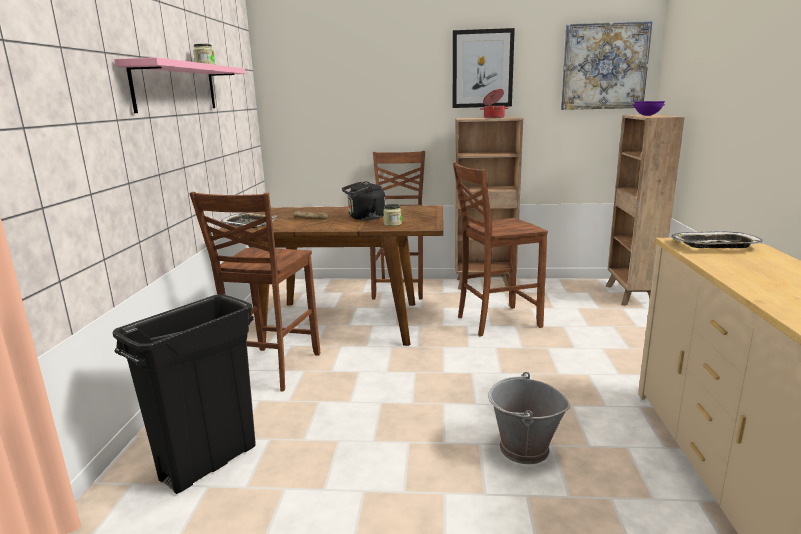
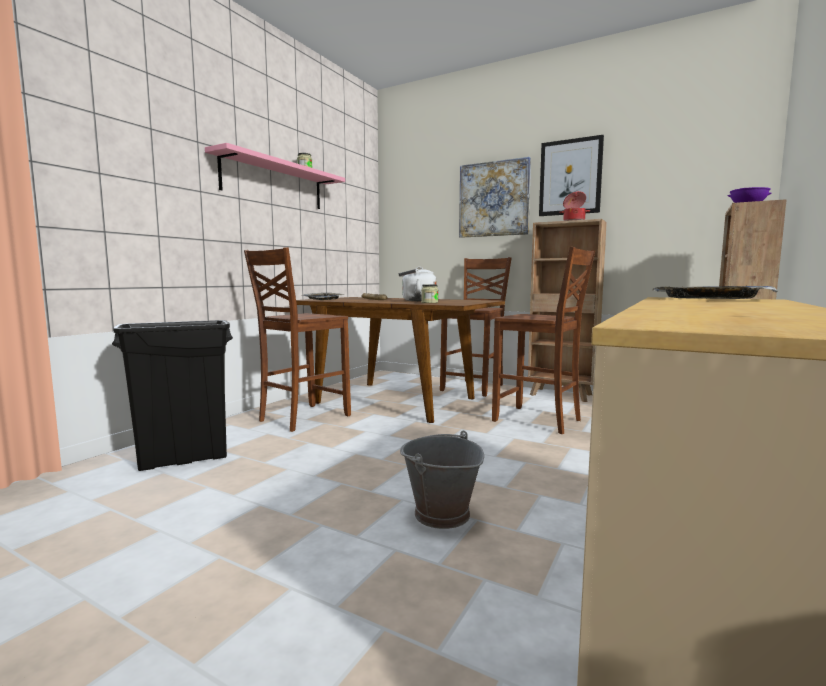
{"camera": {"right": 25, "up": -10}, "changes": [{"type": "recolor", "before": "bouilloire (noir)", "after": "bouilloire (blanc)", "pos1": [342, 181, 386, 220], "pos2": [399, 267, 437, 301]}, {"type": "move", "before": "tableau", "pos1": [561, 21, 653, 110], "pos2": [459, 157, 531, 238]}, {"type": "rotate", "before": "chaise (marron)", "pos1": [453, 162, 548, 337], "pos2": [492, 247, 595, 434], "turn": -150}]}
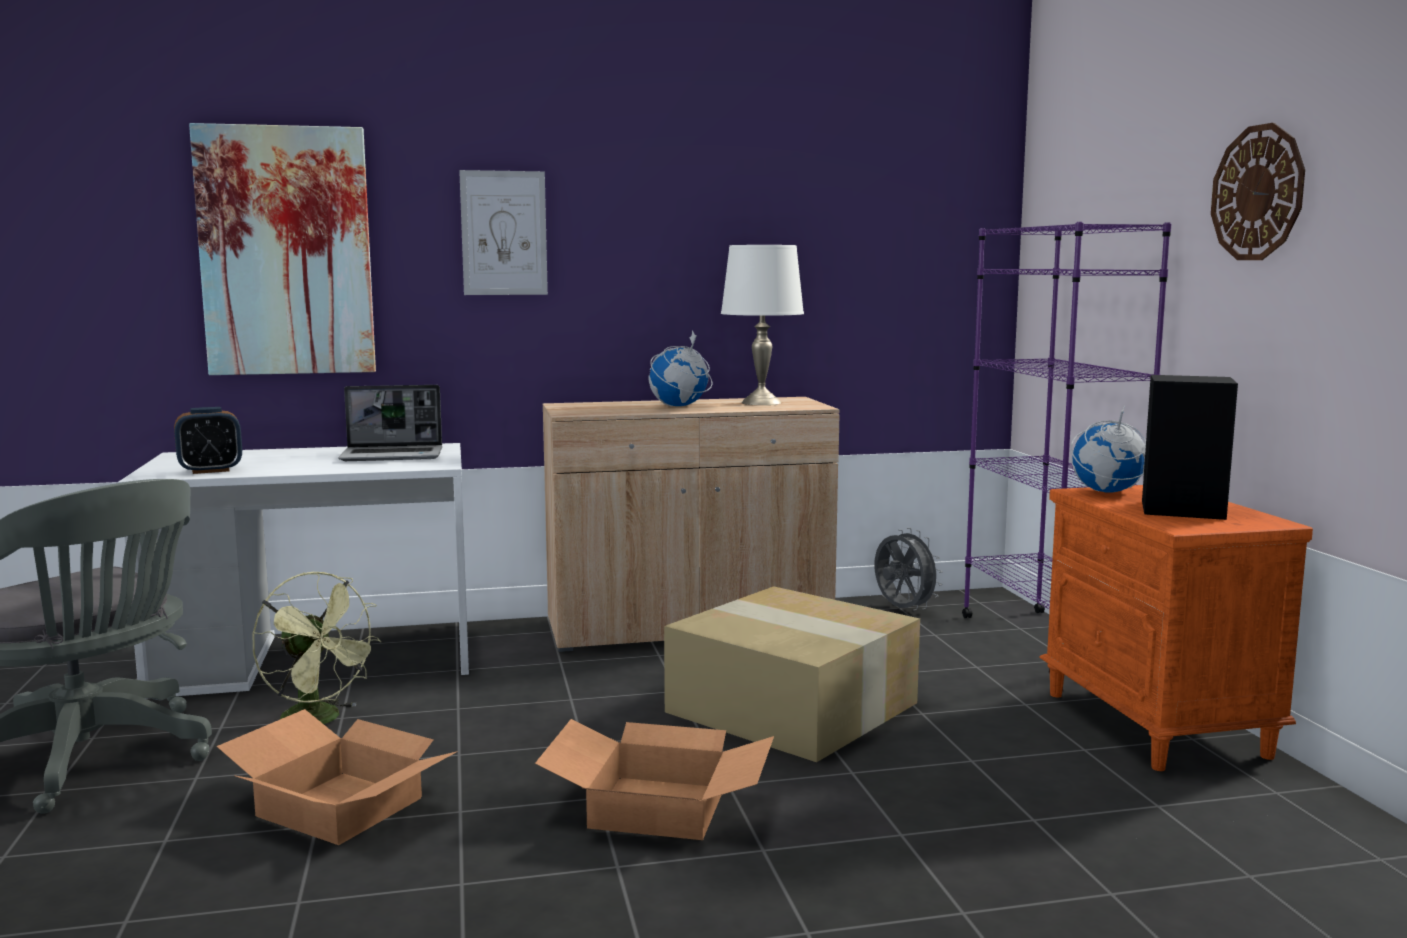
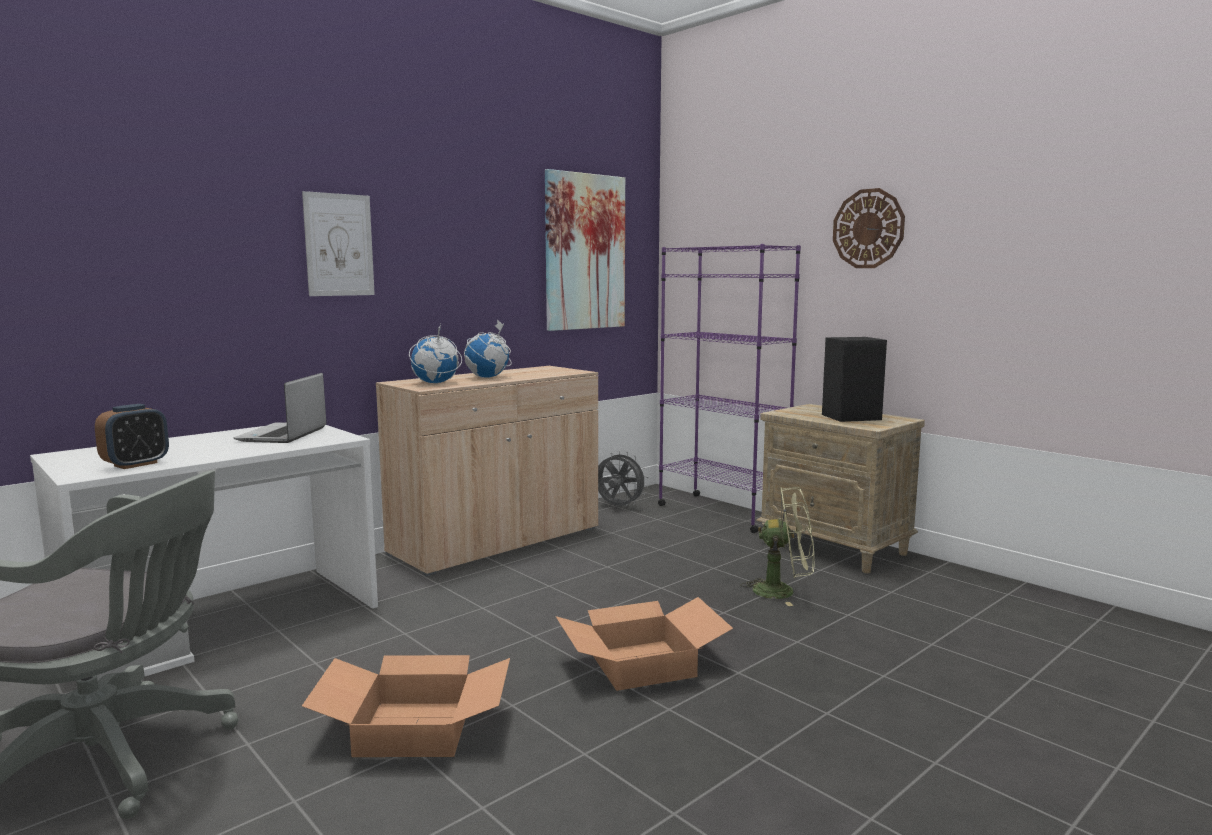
{"camera": {"right": -30, "up": 0}, "changes": [{"type": "rotate", "before": "ordinateur portable", "pos1": [338, 385, 442, 461], "pos2": [234, 373, 326, 443], "turn": 135}, {"type": "move", "before": "globe", "pos1": [1071, 405, 1146, 493], "pos2": [409, 324, 462, 383]}, {"type": "move", "before": "tableau", "pos1": [189, 123, 376, 375], "pos2": [545, 169, 625, 331]}, {"type": "move", "before": "ventilateur (vert)", "pos1": [252, 572, 381, 724], "pos2": [740, 487, 815, 606]}, {"type": "recolor", "before": "table de chevet (orange)", "after": "table de chevet (beige)", "pos1": [1039, 485, 1313, 771], "pos2": [756, 404, 925, 573]}, {"type": "delete", "before": "carton", "pos1": [664, 586, 920, 762]}, {"type": "delete", "before": "lampe de table (blanc)", "pos1": [721, 245, 804, 405]}]}
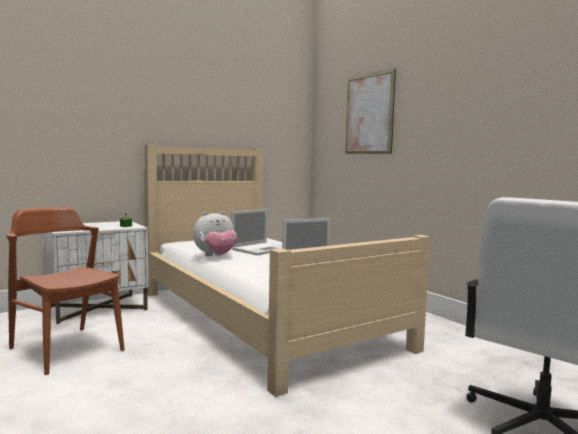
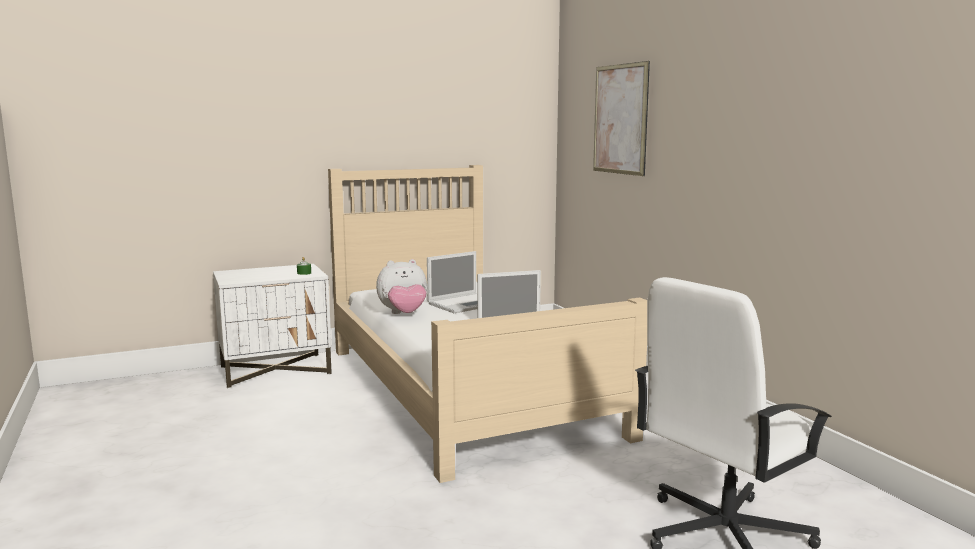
{"camera": {"right": 10, "up": 5}, "changes": [{"type": "delete", "before": "chaise (marron)", "pos1": [6, 207, 125, 375]}]}
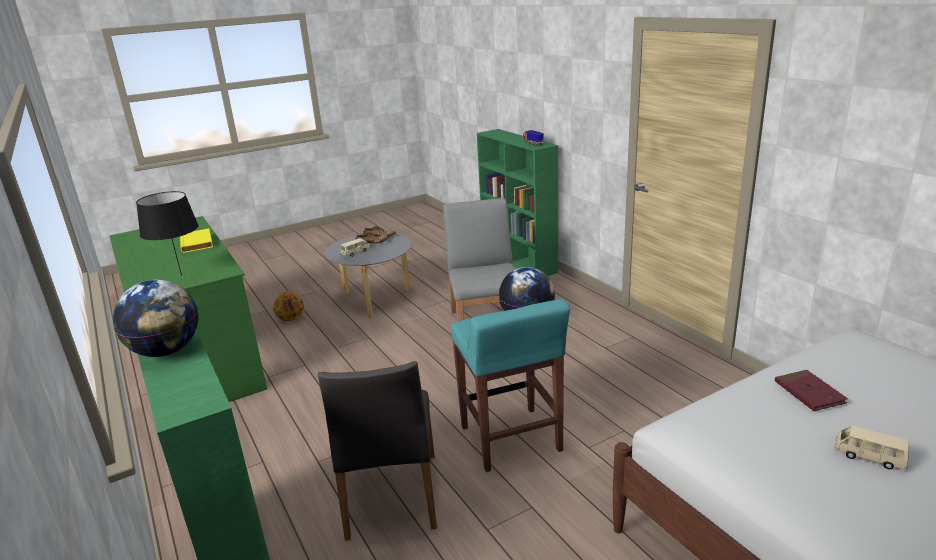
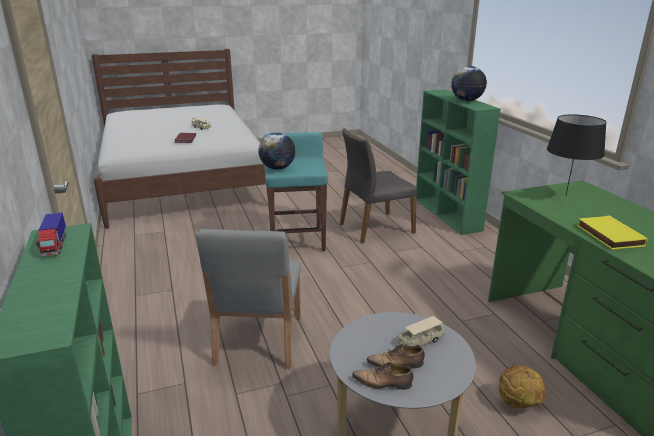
{"camera": {"right": -170, "up": 0}, "changes": [{"type": "rotate", "before": "chaise (gris)", "pos1": [318, 361, 437, 541], "pos2": [340, 128, 417, 243], "turn": -120}]}
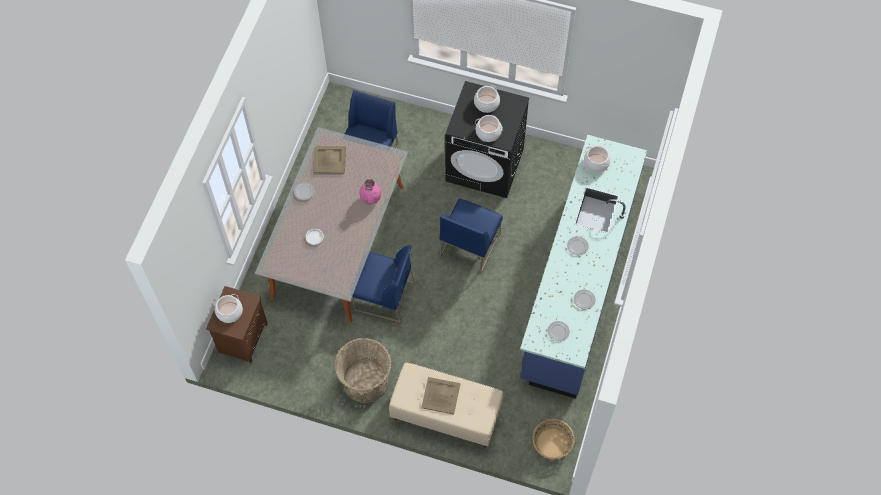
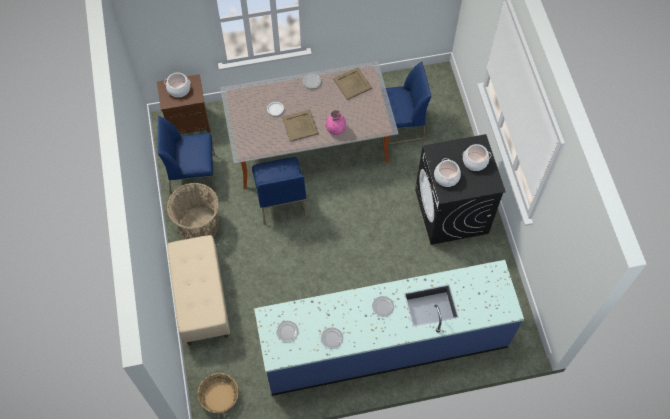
{"camera": {"right": 60, "up": 0}, "changes": [{"type": "move", "before": "chaise (bleu)", "pos1": [439, 198, 503, 275], "pos2": [158, 116, 216, 194]}, {"type": "move", "before": "plateau (beige)", "pos1": [421, 377, 461, 415], "pos2": [282, 110, 319, 142]}, {"type": "delete", "before": "marmite", "pos1": [584, 146, 611, 173]}]}
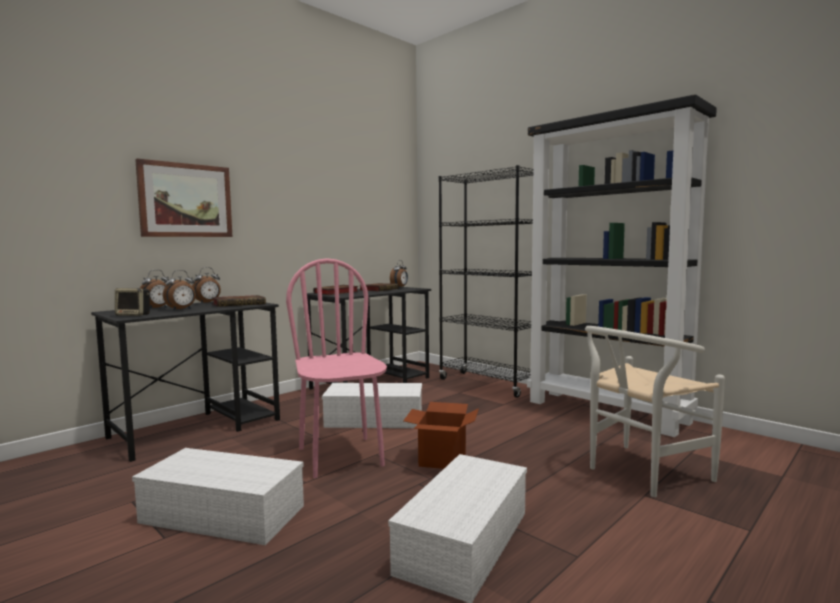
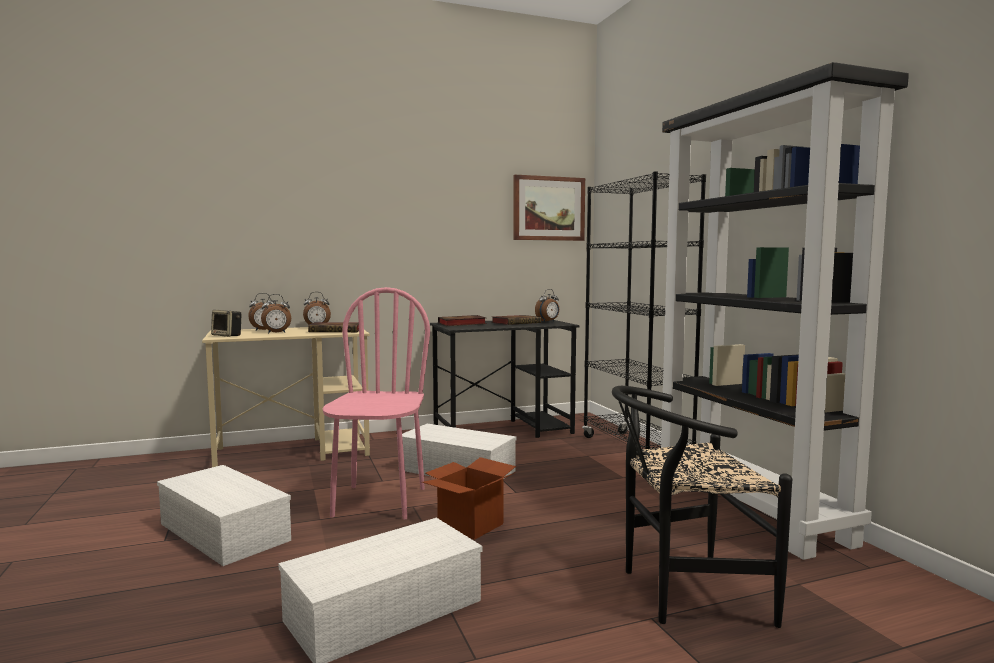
{"camera": {"right": 25, "up": 0}, "changes": [{"type": "recolor", "before": "bureau (noir)", "after": "bureau (beige)", "pos1": [91, 301, 280, 462], "pos2": [202, 327, 370, 467]}, {"type": "move", "before": "tableau", "pos1": [135, 158, 232, 237], "pos2": [513, 175, 585, 241]}, {"type": "recolor", "before": "chaise (blanc)", "after": "chaise (noir)", "pos1": [585, 326, 725, 497], "pos2": [612, 386, 792, 628]}]}
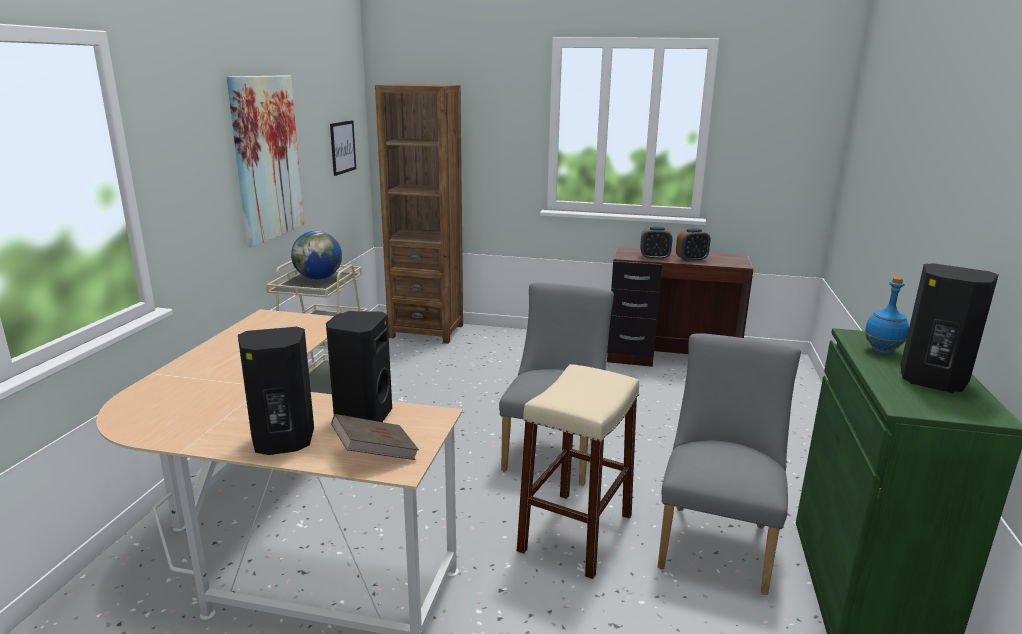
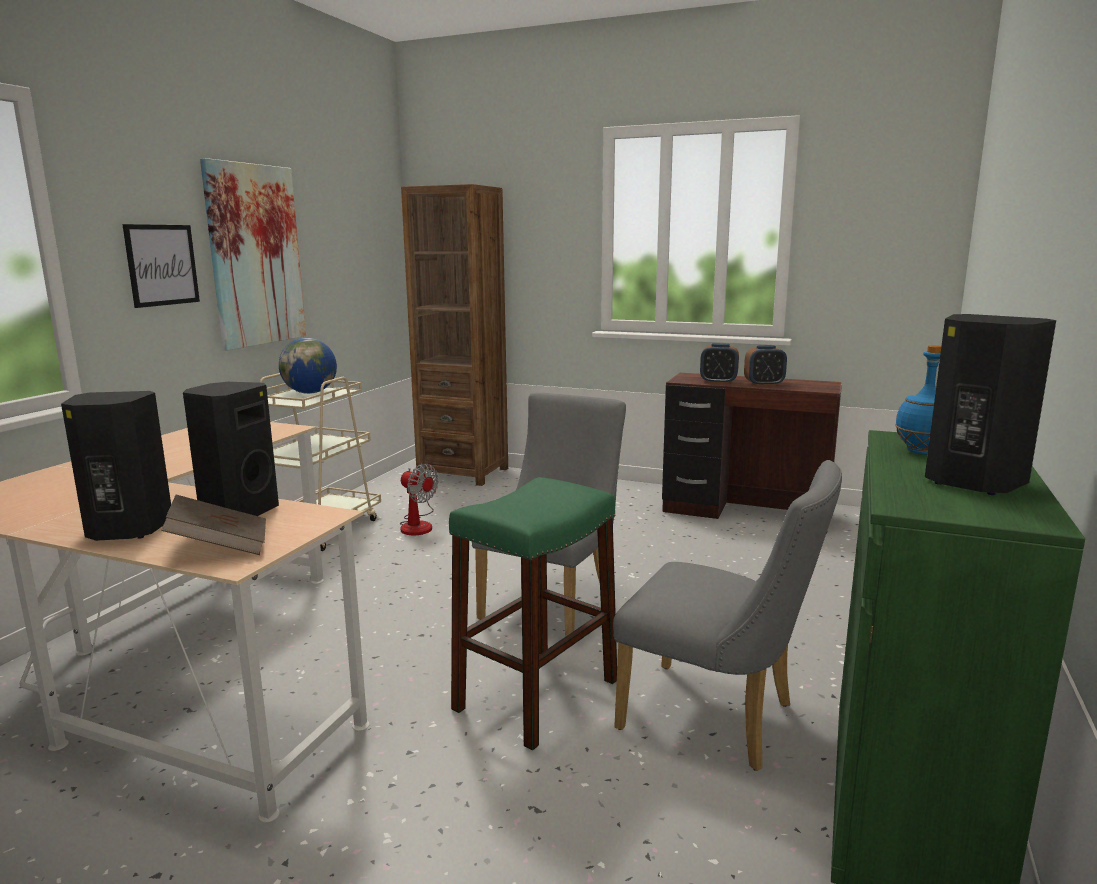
{"camera": {"right": 10, "up": -5}, "changes": [{"type": "move", "before": "tableau", "pos1": [330, 120, 356, 176], "pos2": [122, 224, 200, 308]}, {"type": "insert", "after": "ventilateur", "pos2": [400, 463, 439, 535]}, {"type": "recolor", "before": "tabouret (beige)", "after": "tabouret (vert)", "pos1": [517, 364, 639, 579], "pos2": [449, 477, 617, 750]}, {"type": "rotate", "before": "chaise (gris)", "pos1": [658, 333, 801, 595], "pos2": [613, 460, 842, 771], "turn": 90}]}
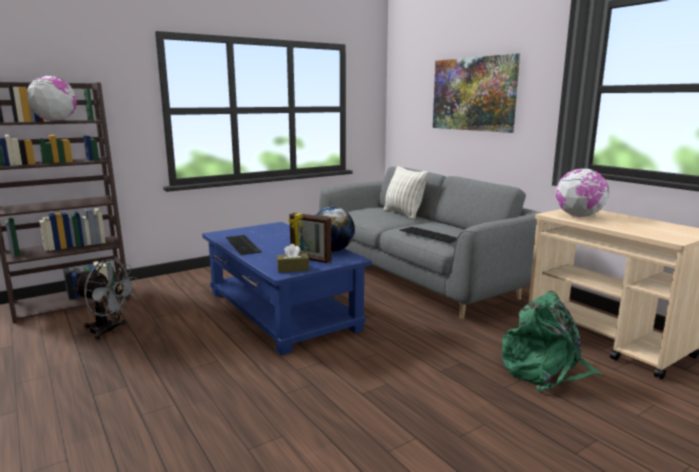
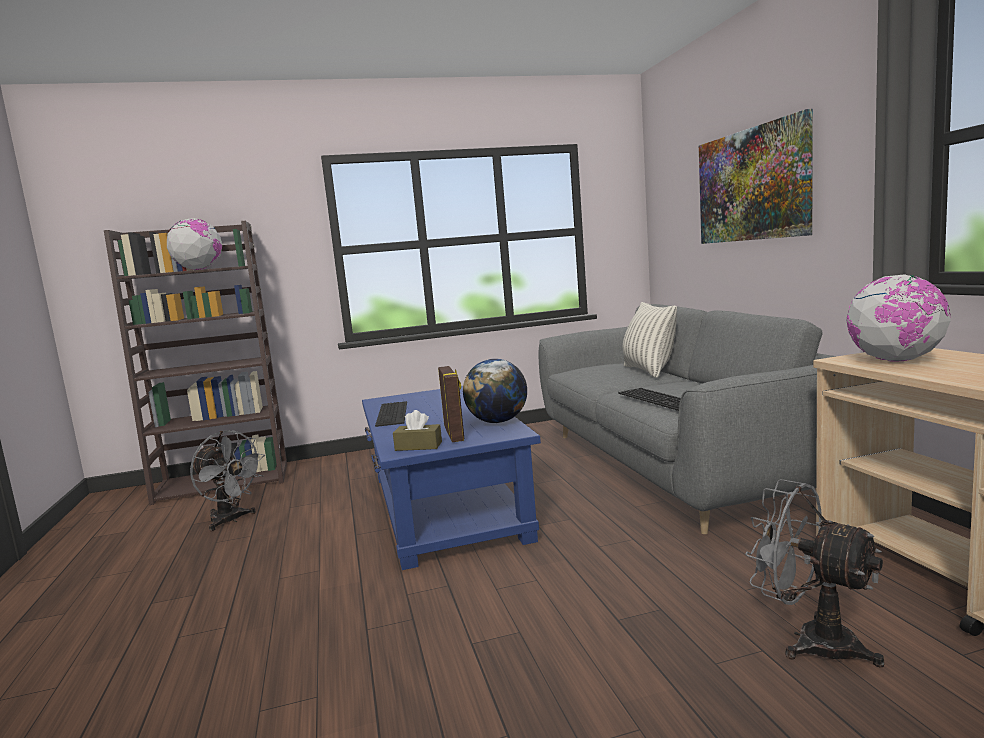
{"camera": {"right": 20, "up": -5}, "changes": [{"type": "rotate", "before": "cadre photo", "pos1": [289, 213, 332, 263], "pos2": [438, 366, 464, 442], "turn": -150}, {"type": "replace", "before": "sac à dos (vert)", "after": "ventilateur (gris)", "pos1": [502, 291, 603, 391], "pos2": [745, 479, 884, 668]}]}
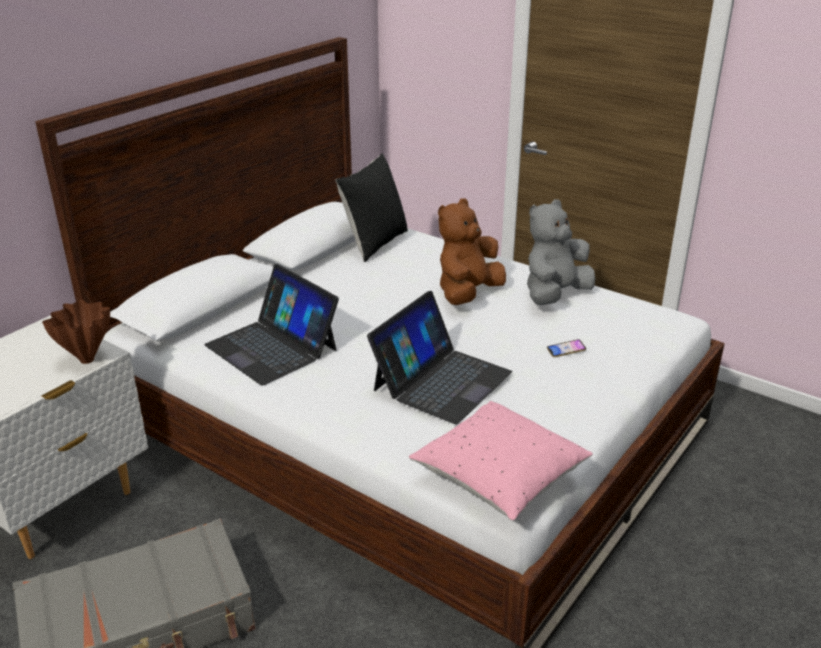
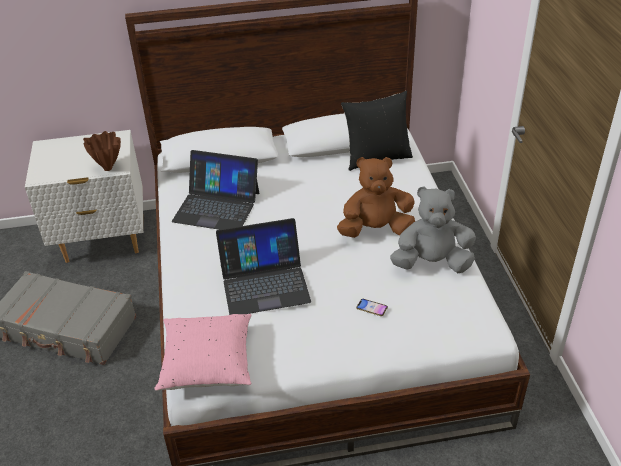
{"camera": {"right": 45, "up": 10}, "changes": [{"type": "rotate", "before": "ordinateur portable", "pos1": [204, 264, 339, 386], "pos2": [172, 150, 259, 230], "turn": -75}]}
